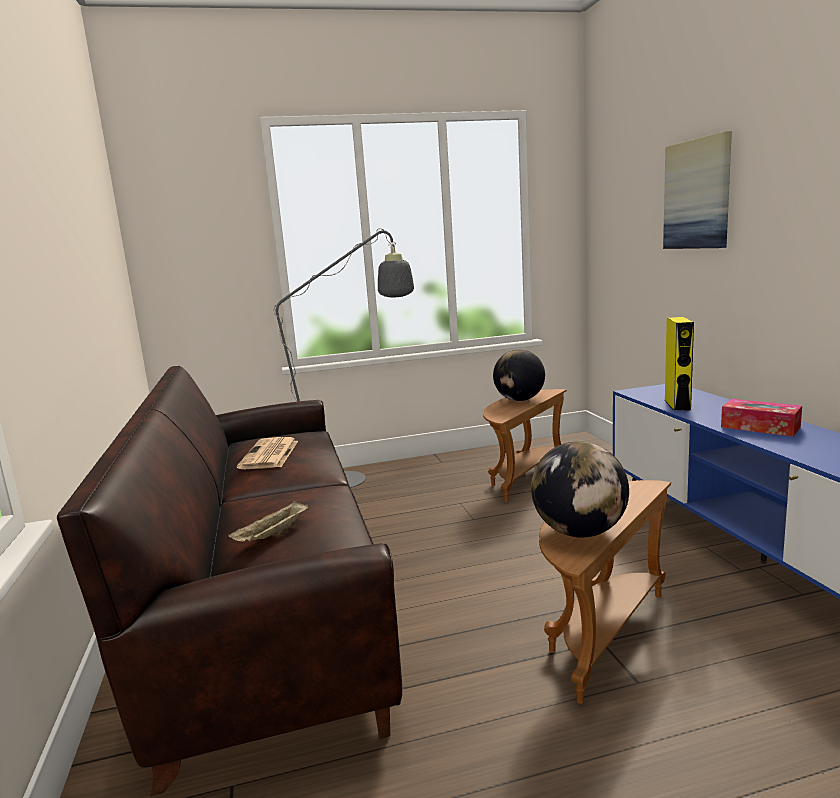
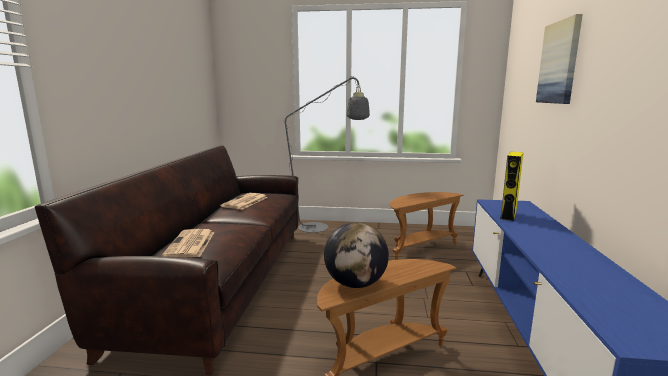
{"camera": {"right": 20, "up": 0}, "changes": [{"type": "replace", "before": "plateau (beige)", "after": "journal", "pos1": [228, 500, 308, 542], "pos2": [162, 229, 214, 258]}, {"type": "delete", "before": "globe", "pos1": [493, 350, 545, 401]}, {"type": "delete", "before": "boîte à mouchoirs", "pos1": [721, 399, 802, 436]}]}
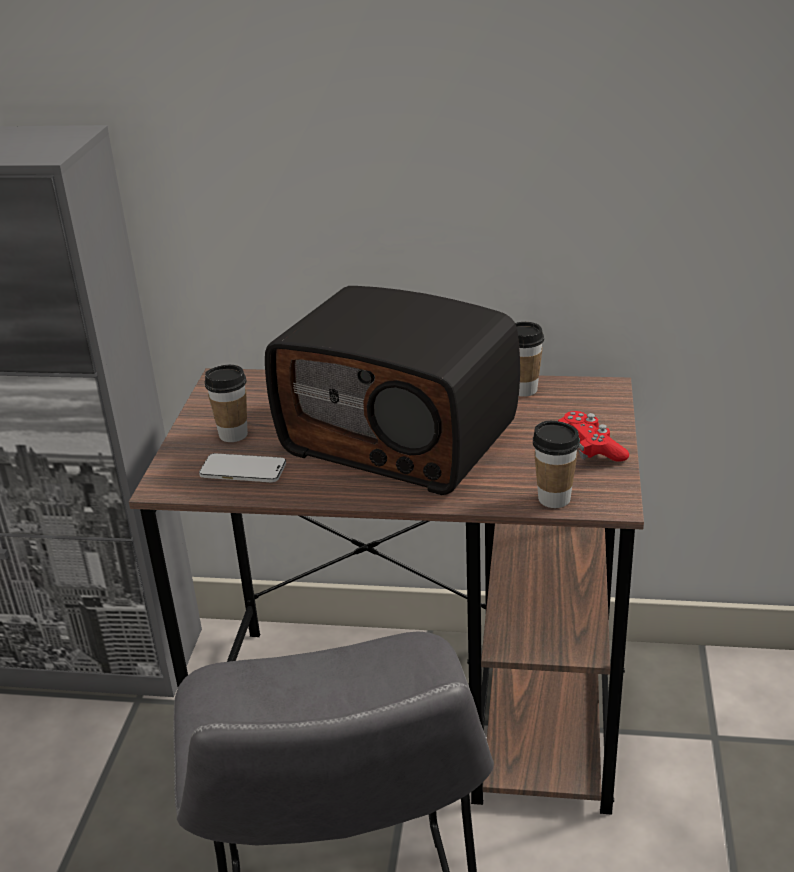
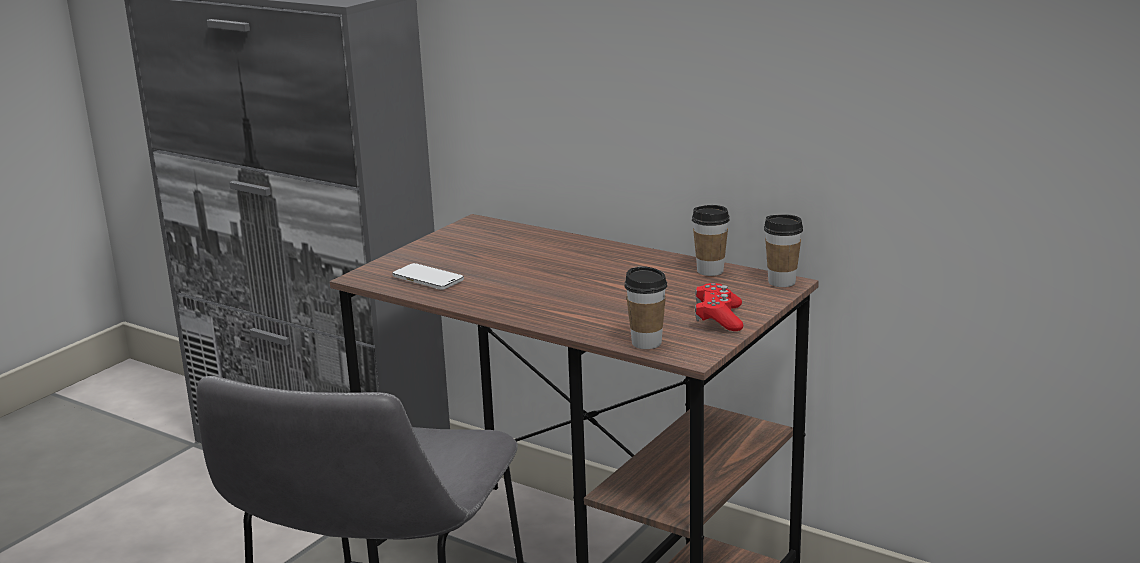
{"camera": {"right": 25, "up": -10}, "changes": [{"type": "move", "before": "tasse", "pos1": [205, 365, 248, 442], "pos2": [764, 214, 803, 287]}, {"type": "delete", "before": "radio", "pos1": [265, 286, 520, 495]}]}
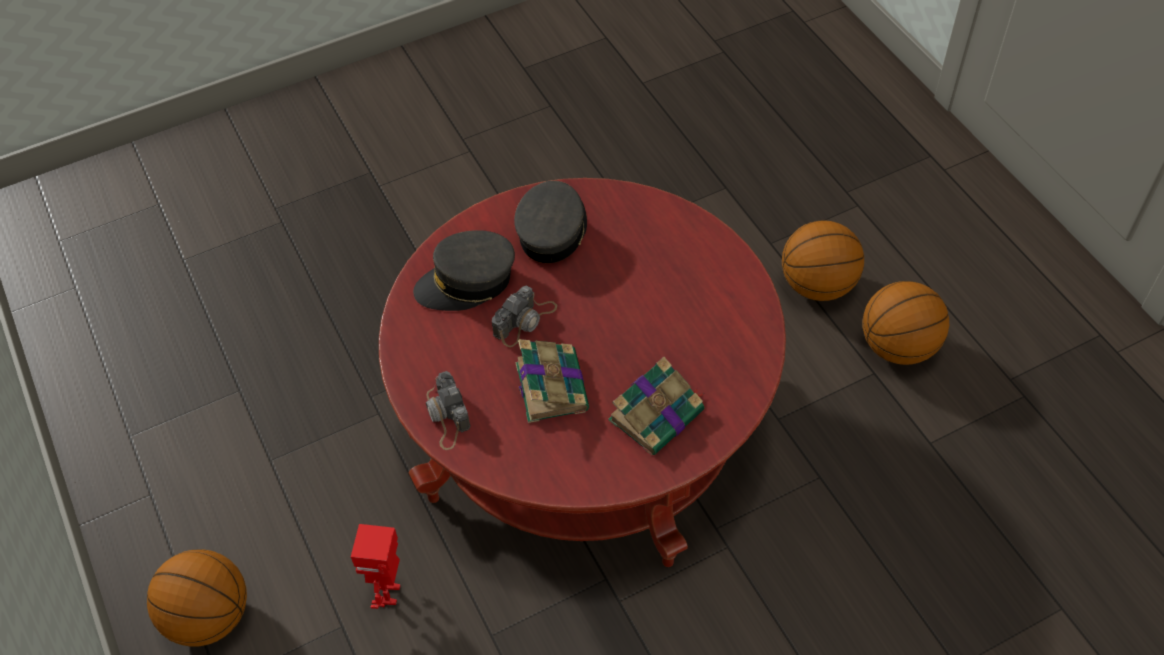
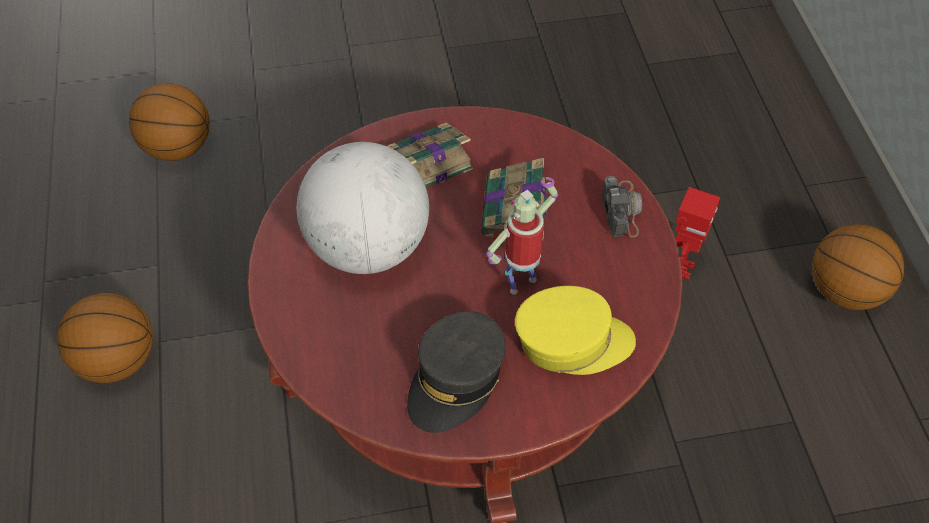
{"camera": {"right": -165, "up": 0}, "changes": [{"type": "move", "before": "ballon de basket", "pos1": [782, 220, 864, 301], "pos2": [129, 83, 210, 161]}, {"type": "insert", "after": "globe", "pos2": [297, 142, 429, 274]}, {"type": "replace", "before": "appareil photo", "after": "robot jouet", "pos1": [492, 285, 557, 347], "pos2": [486, 177, 558, 295]}, {"type": "recolor", "before": "casquette (gris)", "after": "casquette (jaune)", "pos1": [413, 230, 515, 311], "pos2": [515, 286, 636, 375]}]}
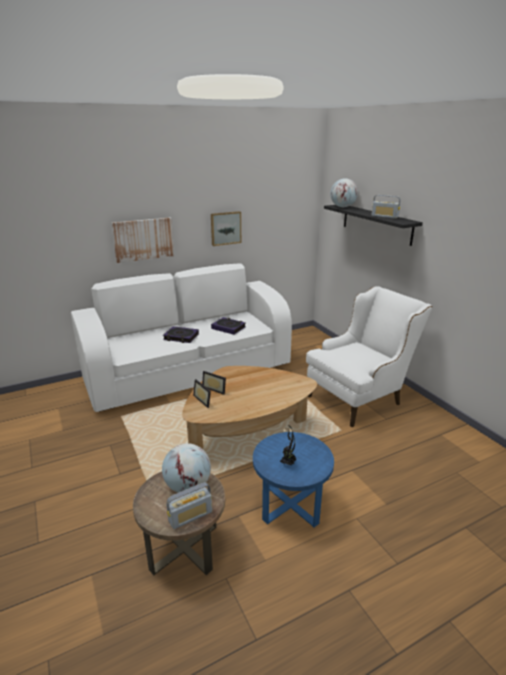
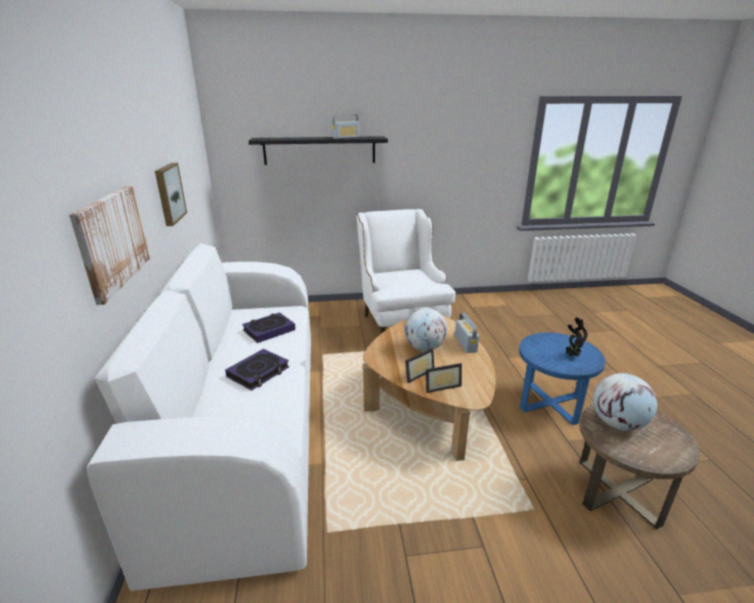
{"camera": {"right": -70, "up": 0}, "changes": [{"type": "move", "before": "globe", "pos1": [330, 178, 358, 207], "pos2": [404, 308, 447, 351]}, {"type": "move", "before": "radio", "pos1": [166, 482, 212, 529], "pos2": [455, 313, 479, 353]}]}
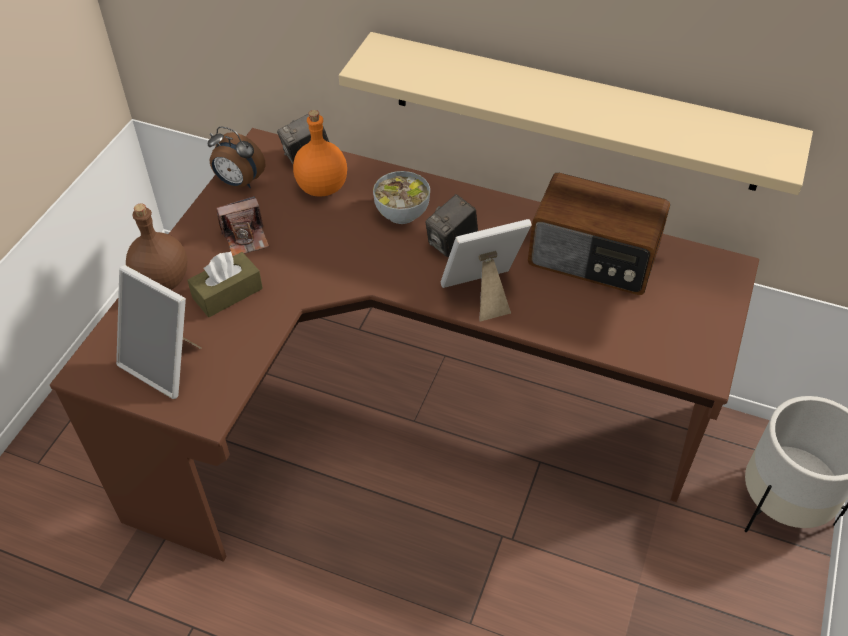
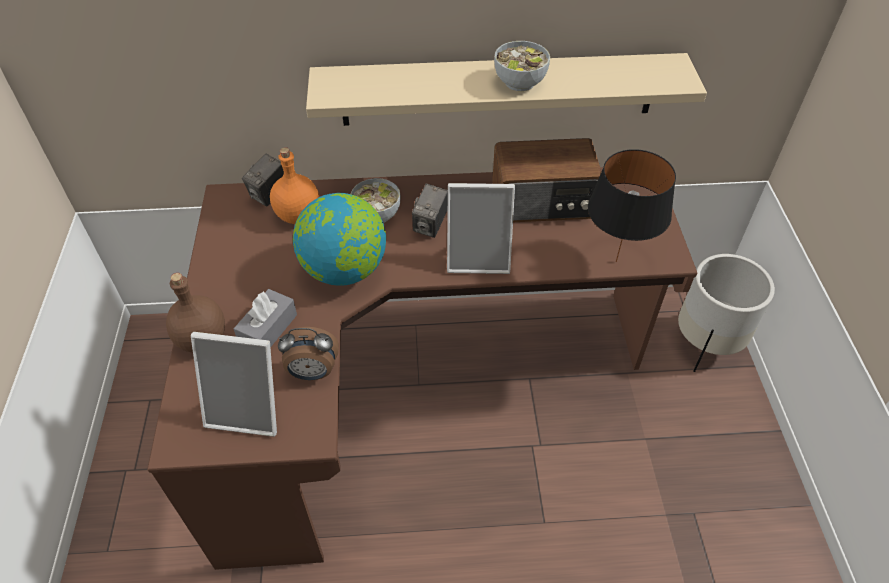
{"camera": {"right": -25, "up": 0}, "changes": [{"type": "recolor", "before": "boîte à mouchoirs (marron)", "after": "boîte à mouchoirs (gris)", "pos1": [187, 251, 263, 317], "pos2": [234, 289, 297, 348]}, {"type": "move", "before": "réveil", "pos1": [208, 126, 265, 188], "pos2": [278, 327, 339, 380]}, {"type": "insert", "after": "globe", "pos2": [293, 193, 386, 286]}, {"type": "rotate", "before": "cadre photo", "pos1": [441, 219, 532, 321], "pos2": [447, 183, 515, 274], "turn": -135}, {"type": "insert", "after": "bol", "pos2": [494, 41, 550, 91]}, {"type": "insert", "after": "lampe de table (noir)", "pos2": [588, 149, 676, 262]}, {"type": "delete", "before": "appareil photo", "pos1": [216, 196, 269, 257]}]}
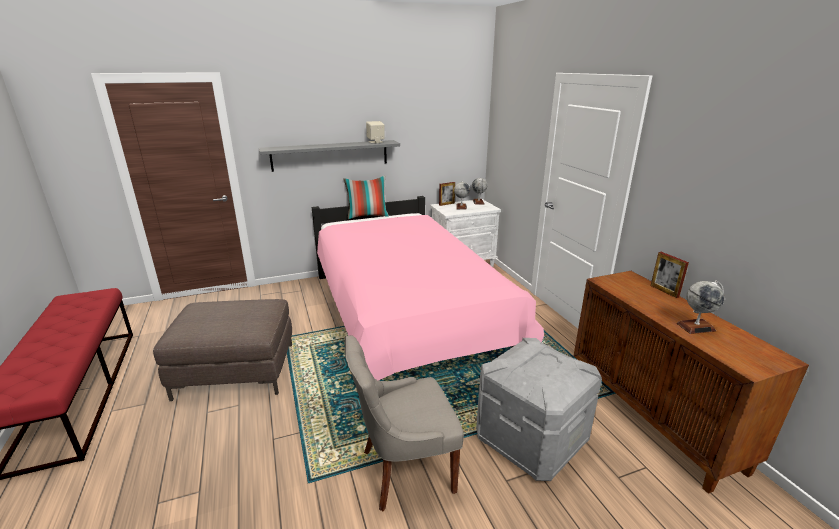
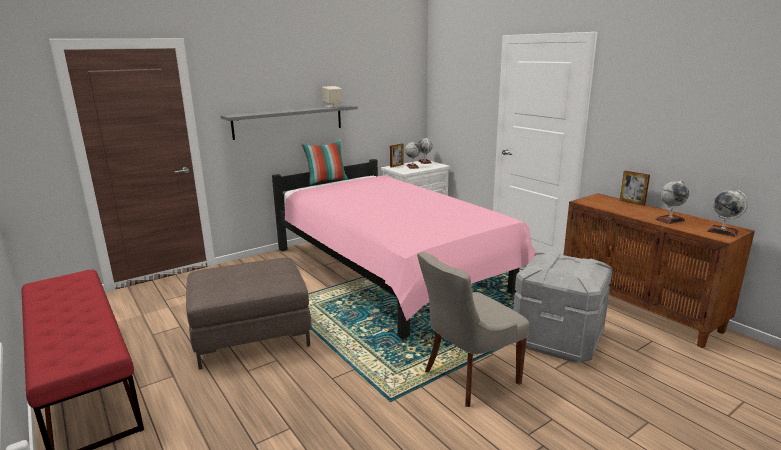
{"camera": {"right": -15, "up": -5}, "changes": [{"type": "insert", "after": "globe", "pos2": [707, 190, 748, 237]}]}
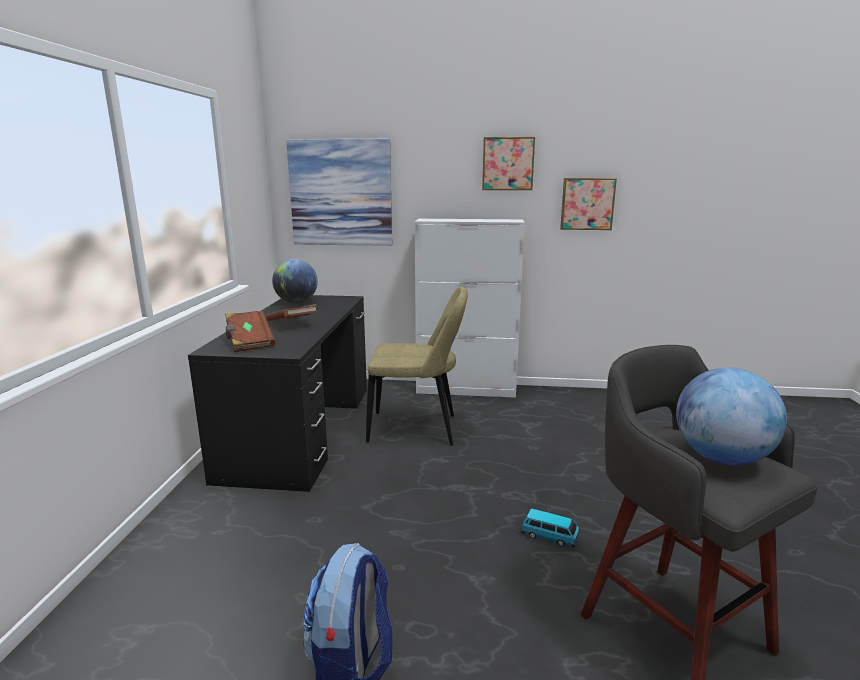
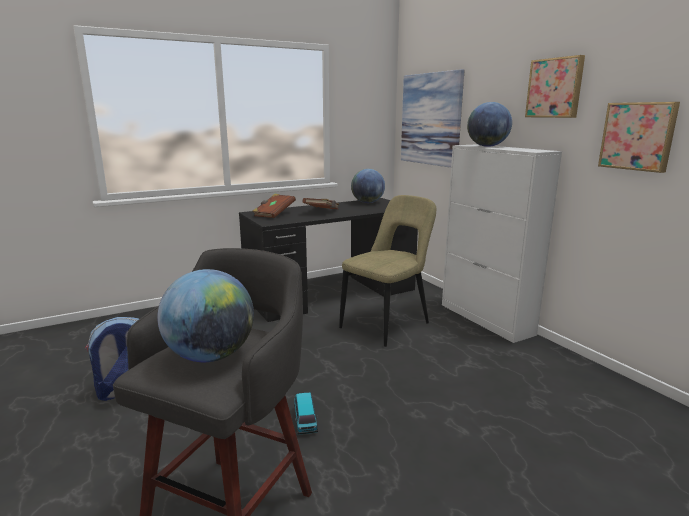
{"camera": {"right": 55, "up": 0}, "changes": [{"type": "rotate", "before": "chaise (beige)", "pos1": [366, 287, 468, 446], "pos2": [339, 195, 436, 347], "turn": -105}, {"type": "insert", "after": "globe", "pos2": [467, 102, 512, 147]}]}
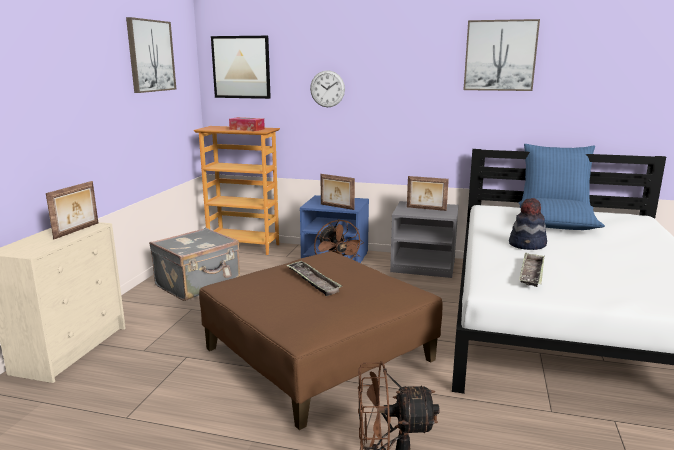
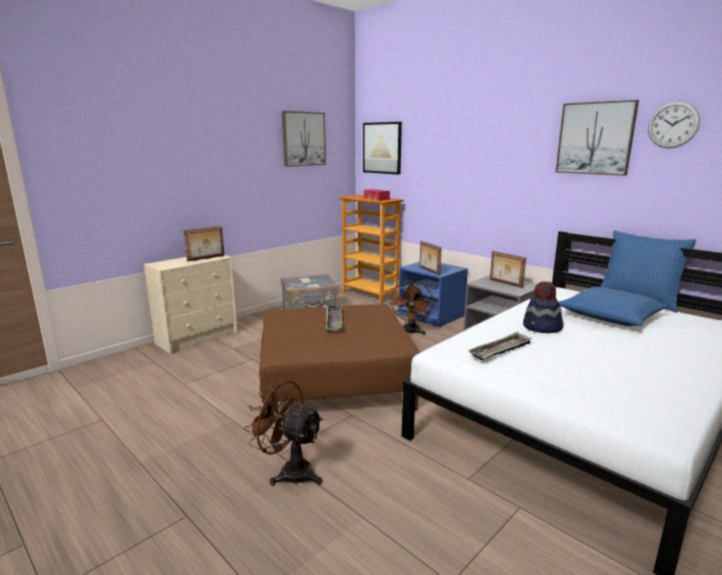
{"camera": {"right": 30, "up": 0}, "changes": [{"type": "move", "before": "horloge murale", "pos1": [310, 70, 345, 107], "pos2": [648, 101, 700, 148]}]}
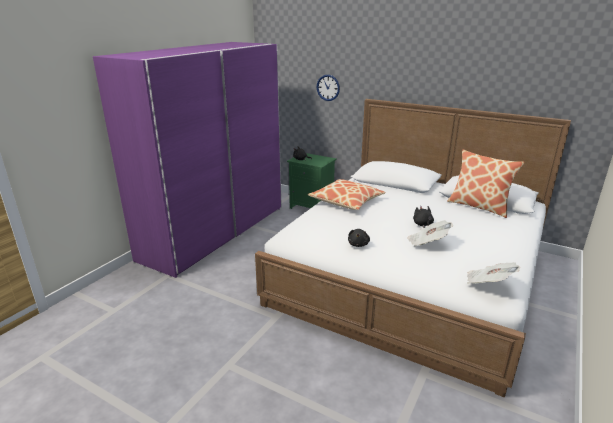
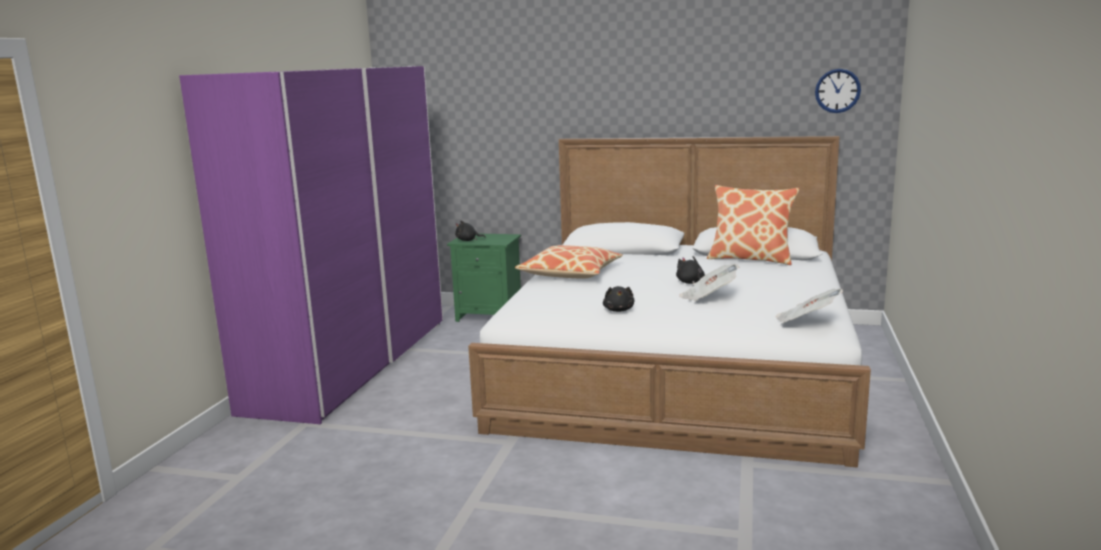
{"camera": {"right": -15, "up": -10}, "changes": [{"type": "move", "before": "horloge murale", "pos1": [317, 75, 340, 101], "pos2": [815, 69, 861, 113]}]}
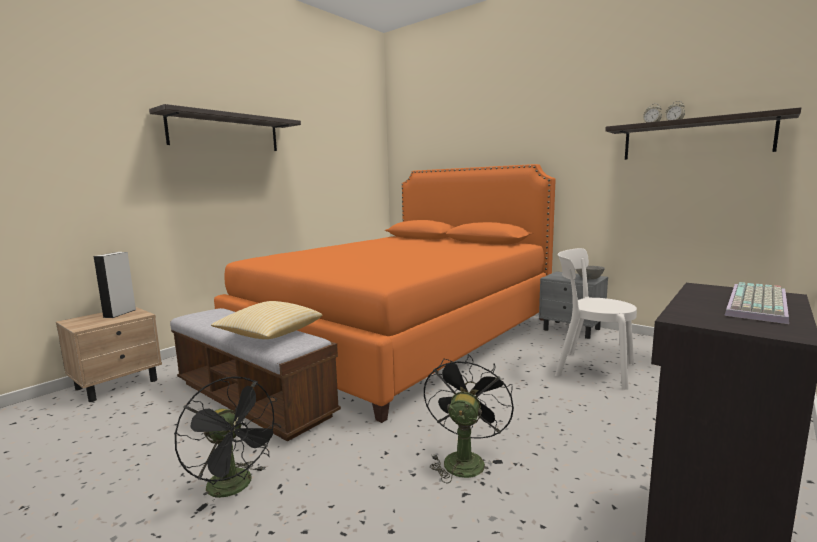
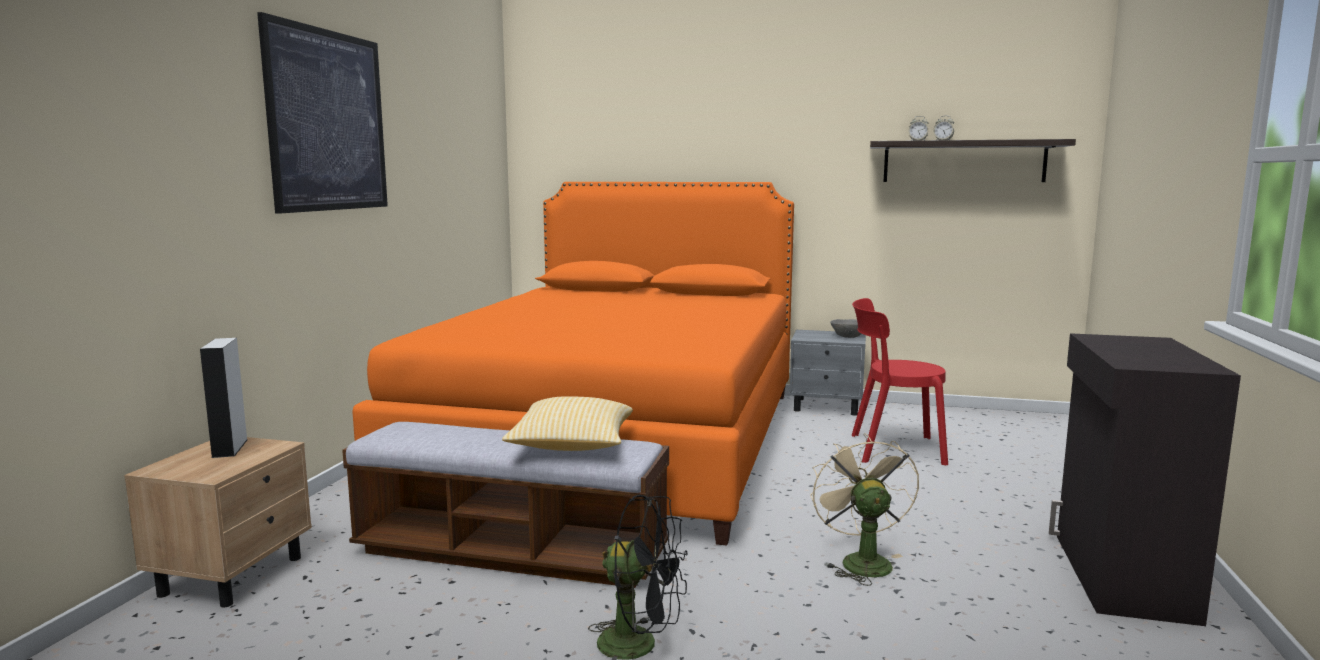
{"camera": {"right": -25, "up": 0}, "changes": [{"type": "replace", "before": "étagère", "after": "tableau", "pos1": [149, 104, 301, 151], "pos2": [257, 12, 388, 214]}, {"type": "recolor", "before": "ventilateur (noir)", "after": "ventilateur (beige)", "pos1": [424, 354, 514, 484], "pos2": [810, 433, 919, 586]}, {"type": "recolor", "before": "chaise (blanc)", "after": "chaise (rouge)", "pos1": [555, 248, 637, 390], "pos2": [852, 298, 948, 465]}, {"type": "delete", "before": "clavier", "pos1": [724, 282, 789, 324]}]}
